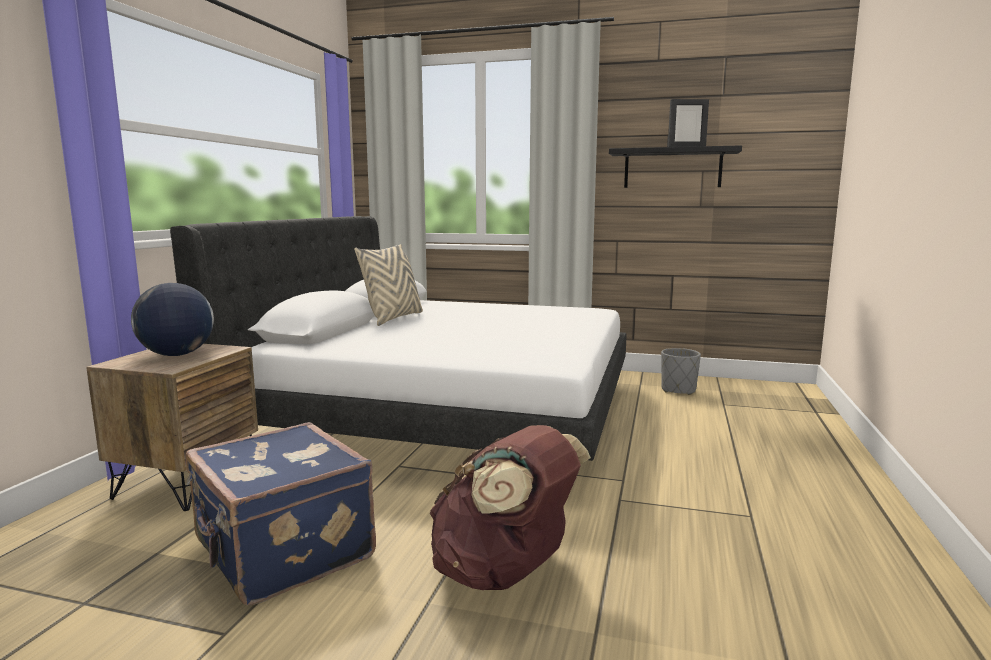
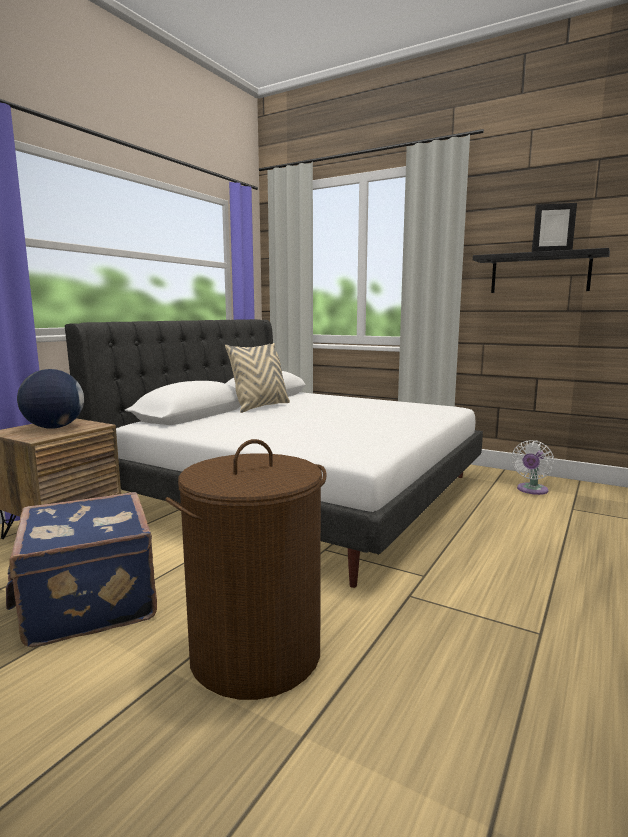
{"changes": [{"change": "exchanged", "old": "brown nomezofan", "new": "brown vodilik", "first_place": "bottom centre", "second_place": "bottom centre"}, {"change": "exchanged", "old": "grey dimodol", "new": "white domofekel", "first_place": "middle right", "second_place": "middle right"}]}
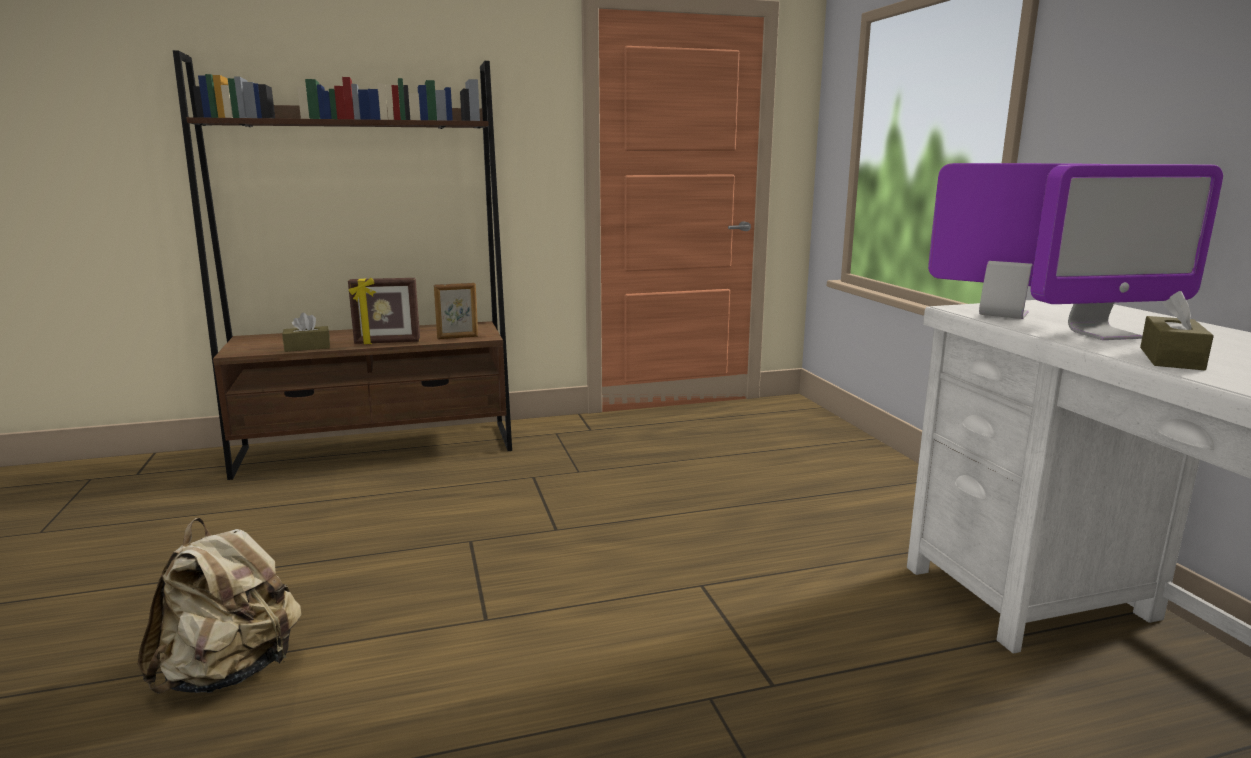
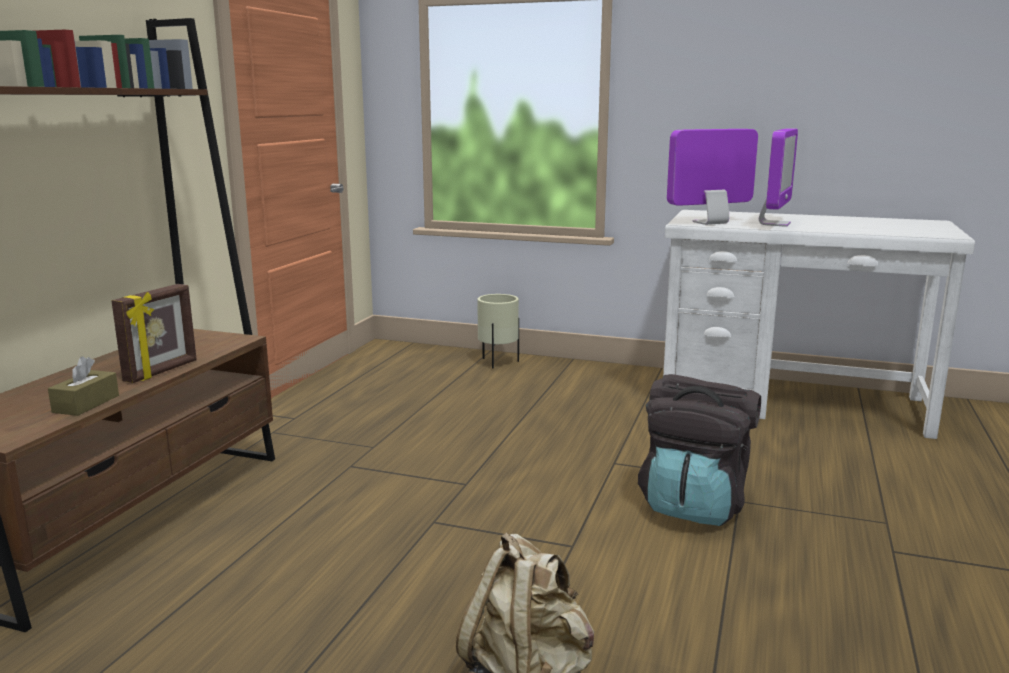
{"changes": [{"change": "missing", "old": "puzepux (no. 2 from left)", "first_place": "centre"}, {"change": "missing", "old": "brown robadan (no. 2 from left)", "first_place": "middle right"}, {"change": "appeared", "new": "beige dimodol", "second_place": "centre"}, {"change": "appeared", "new": "black nomezofan", "second_place": "bottom right"}]}
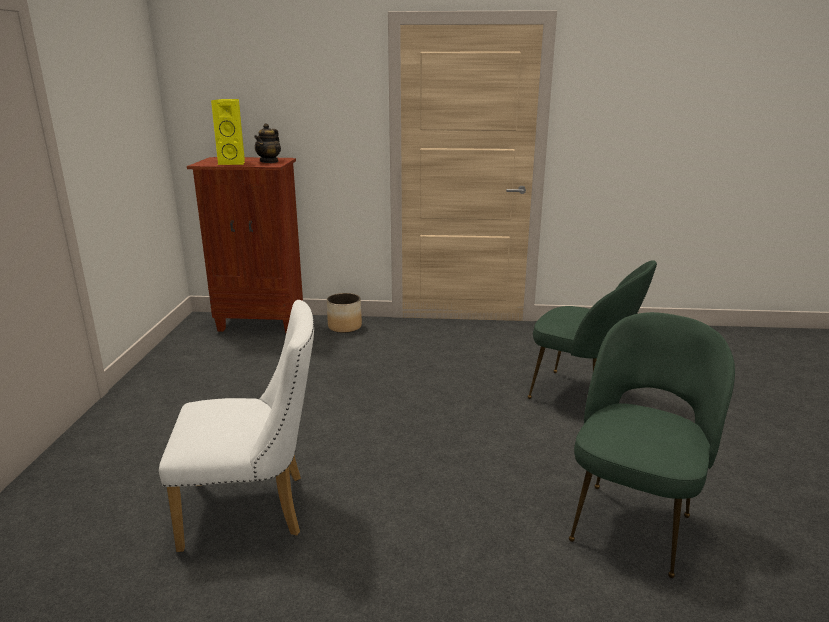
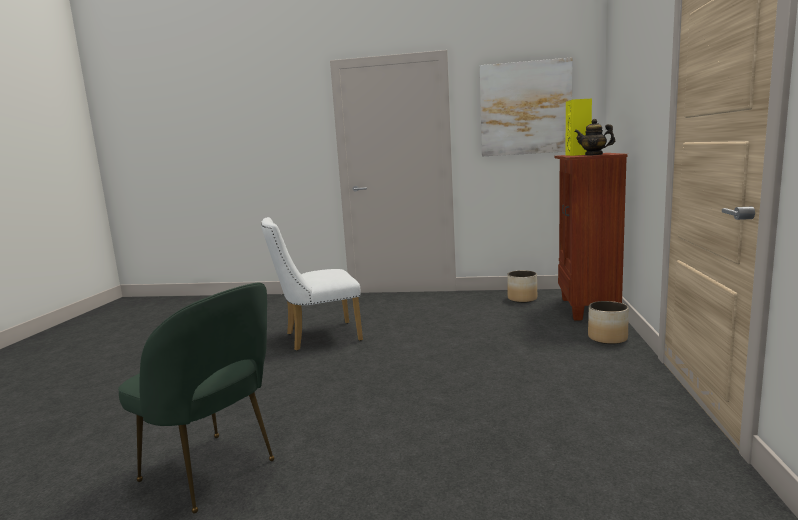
{"changes": [{"change": "spun", "old": "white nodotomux", "first_place": "bottom left", "second_place": "centre", "degrees": 75}, {"change": "missing", "old": "green nodotomux (no. 1 from left)", "first_place": "middle right"}, {"change": "appeared", "new": "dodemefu", "second_place": "top centre"}, {"change": "appeared", "new": "dimodol (no. 1 from left)", "second_place": "centre"}]}
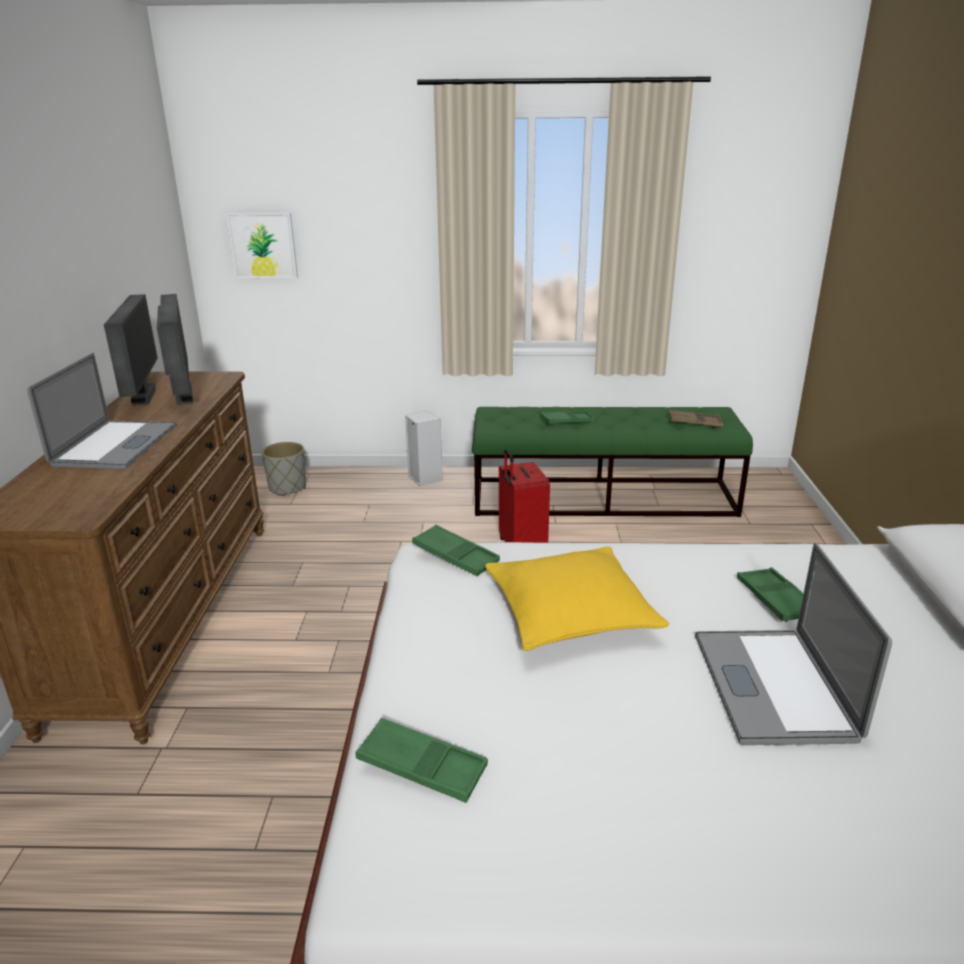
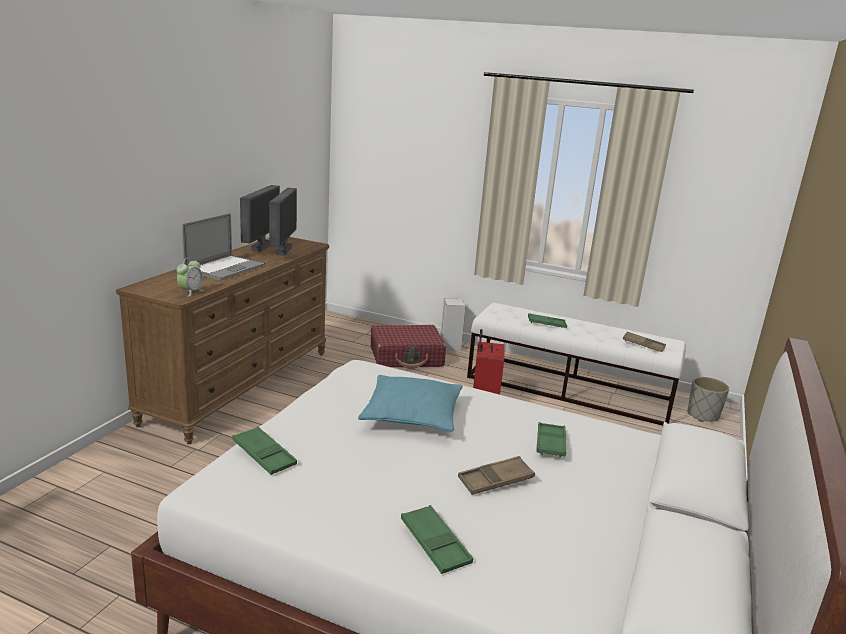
{"changes": [{"change": "missing", "old": "dodemefu", "first_place": "top left"}, {"change": "relocated", "old": "grey dimodol", "first_place": "middle left", "second_place": "middle right"}, {"change": "relocated", "old": "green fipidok (no. 2 from left)", "first_place": "centre", "second_place": "bottom centre"}, {"change": "colour", "old": "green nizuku", "new": "white nizuku", "first_place": "centre", "second_place": "middle right"}, {"change": "colour", "old": "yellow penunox", "new": "turquoise penunox", "first_place": "centre", "second_place": "centre"}, {"change": "exchanged", "old": "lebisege (no. 2 from left)", "new": "brown fipidok (no. 1 from left)", "first_place": "bottom right", "second_place": "bottom centre"}, {"change": "appeared", "new": "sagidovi", "second_place": "middle left"}, {"change": "appeared", "new": "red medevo (no. 1 from left)", "second_place": "centre"}]}
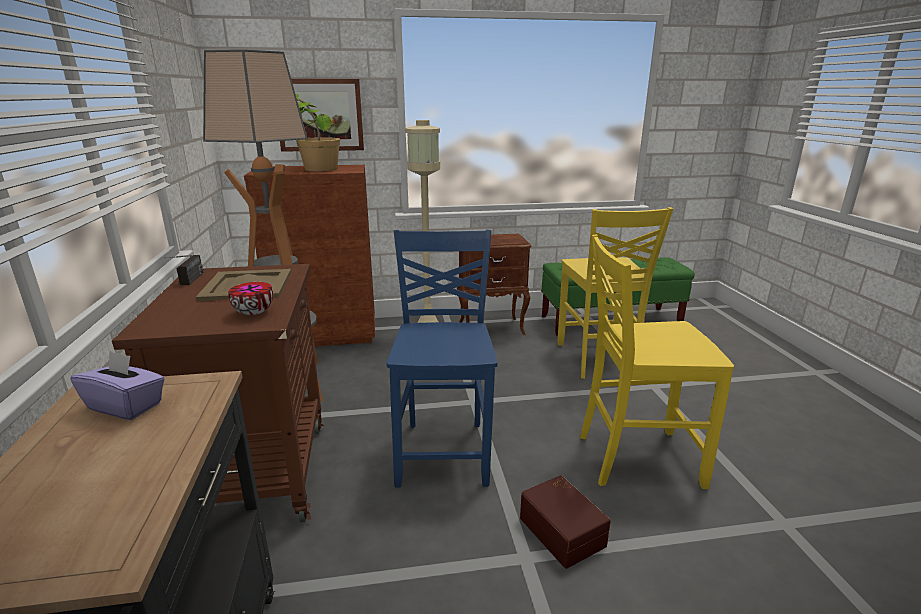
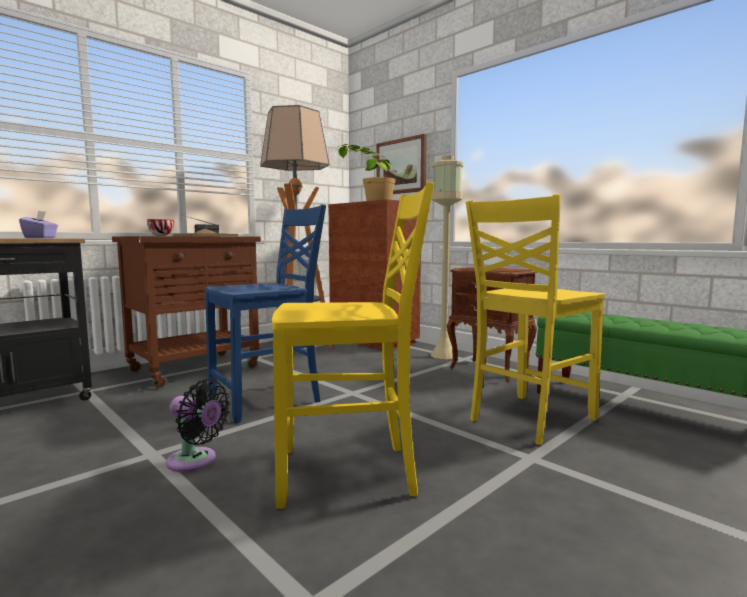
{"changes": [{"change": "exchanged", "old": "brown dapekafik", "new": "black domofekel", "first_place": "bottom centre", "second_place": "bottom left"}, {"change": "spun", "old": "yellow nodotomux (no. 2 from left in the first image)", "first_place": "middle right", "second_place": "centre", "degrees": 120}]}
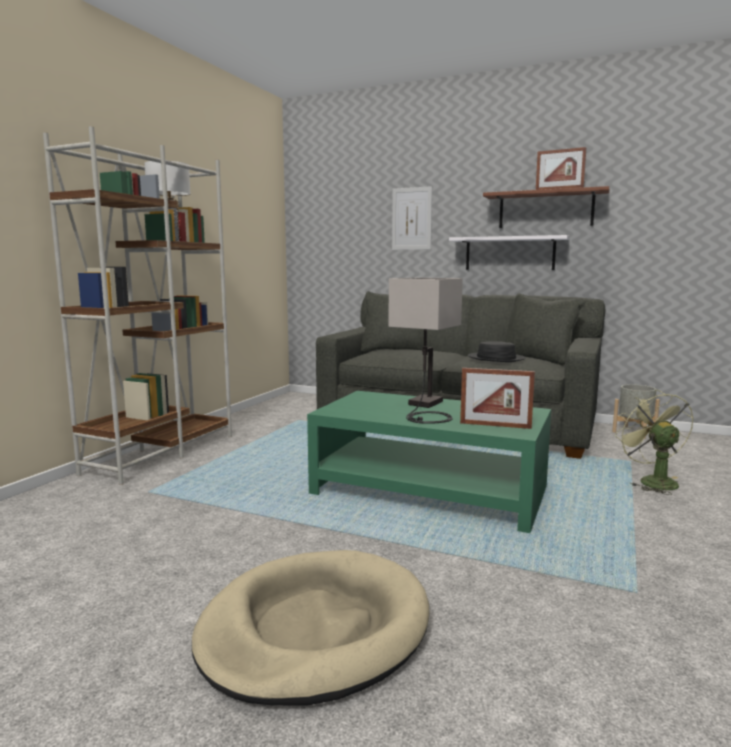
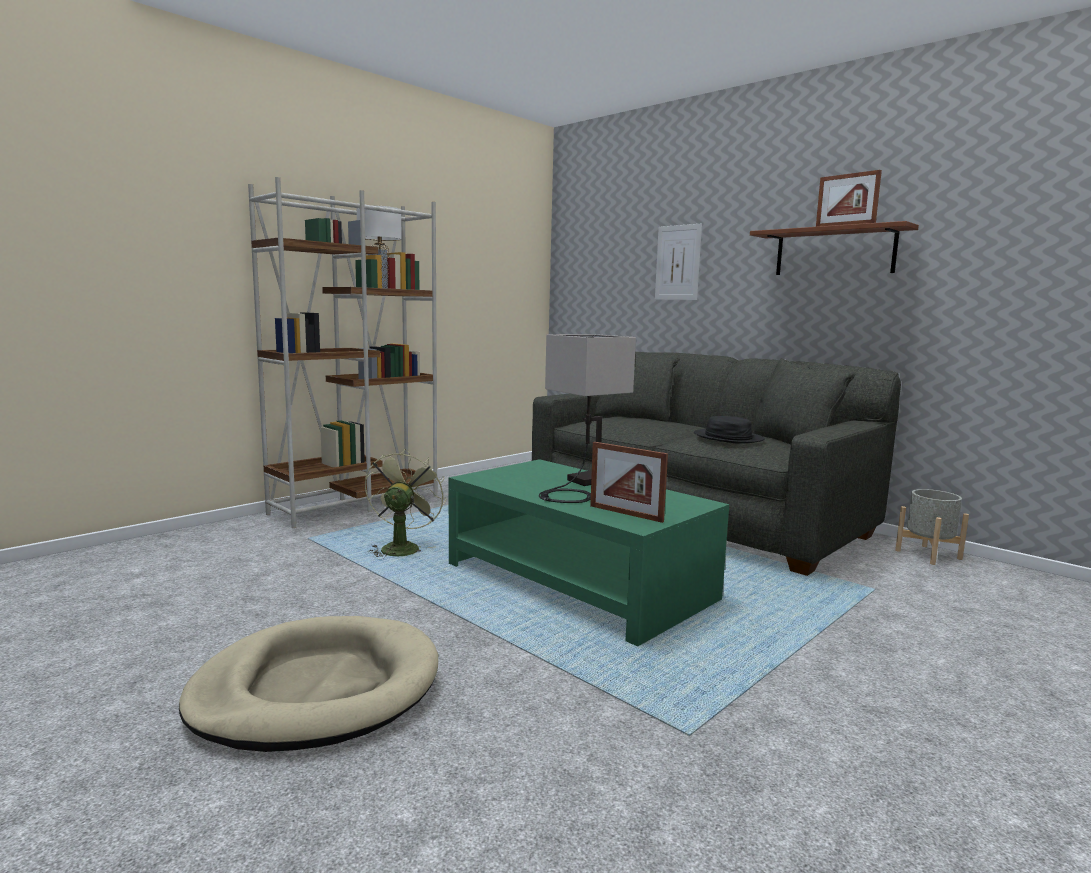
{"changes": [{"change": "missing", "old": "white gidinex", "first_place": "middle right"}, {"change": "relocated", "old": "green domofekel", "first_place": "middle right", "second_place": "centre"}]}
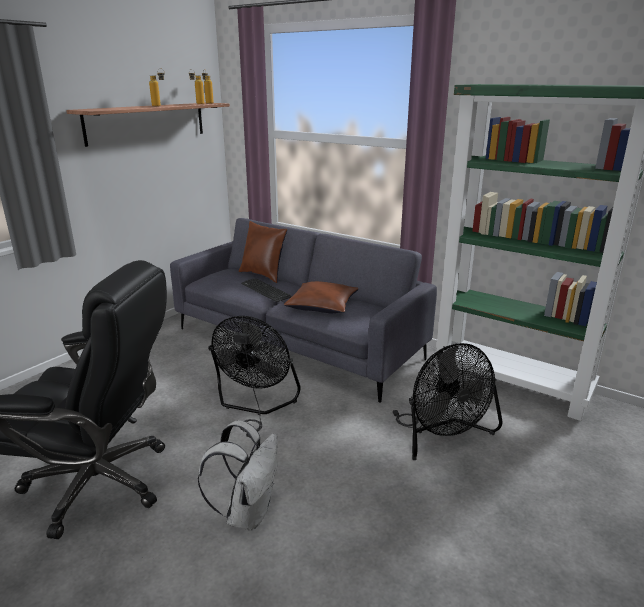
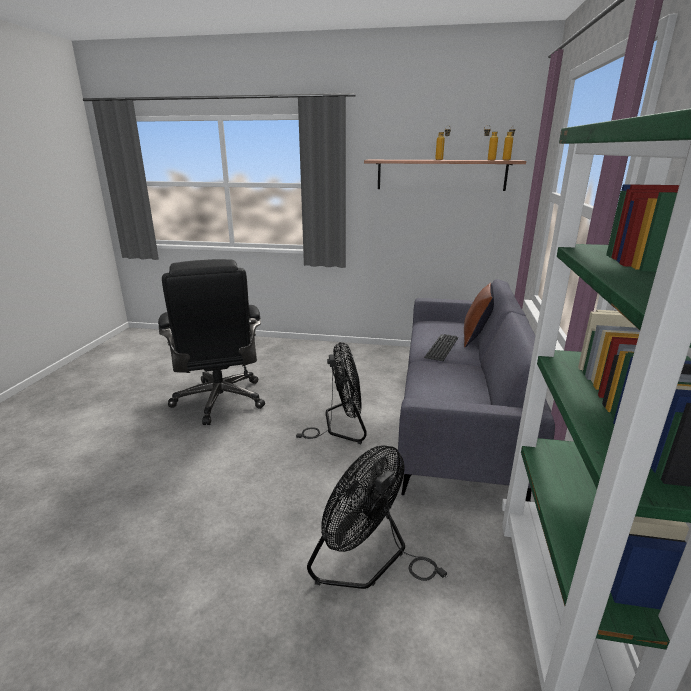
{"changes": [{"change": "missing", "old": "white nomezofan", "first_place": "bottom centre"}, {"change": "missing", "old": "brown penunox (no. 2 from left)", "first_place": "centre"}, {"change": "spun", "old": "black domofekel (no. 2 from left)", "first_place": "middle right", "second_place": "bottom centre", "degrees": 90}]}
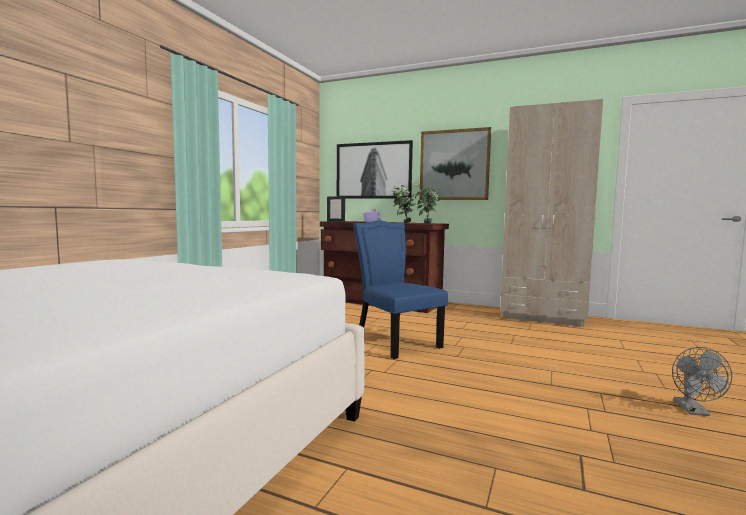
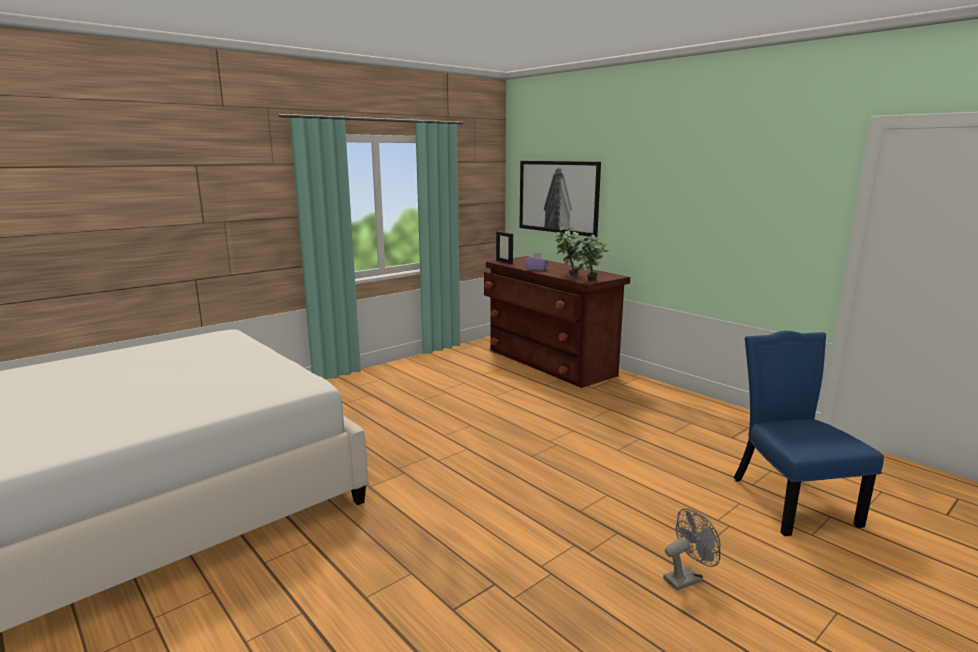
{"changes": [{"change": "relocated", "old": "blue nodotomux", "first_place": "centre", "second_place": "middle right"}, {"change": "missing", "old": "dodemefu (no. 2 from left)", "first_place": "top centre"}, {"change": "missing", "old": "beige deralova", "first_place": "middle right"}, {"change": "spun", "old": "grey domofekel", "first_place": "bottom right", "second_place": "bottom right", "degrees": -150}]}
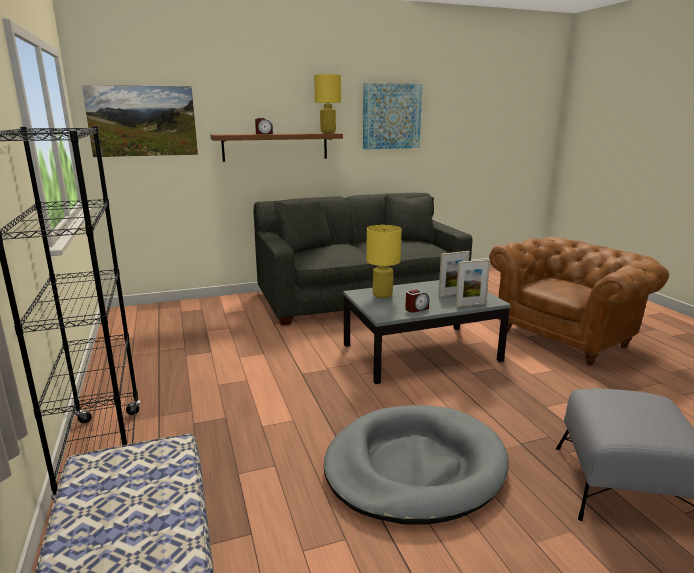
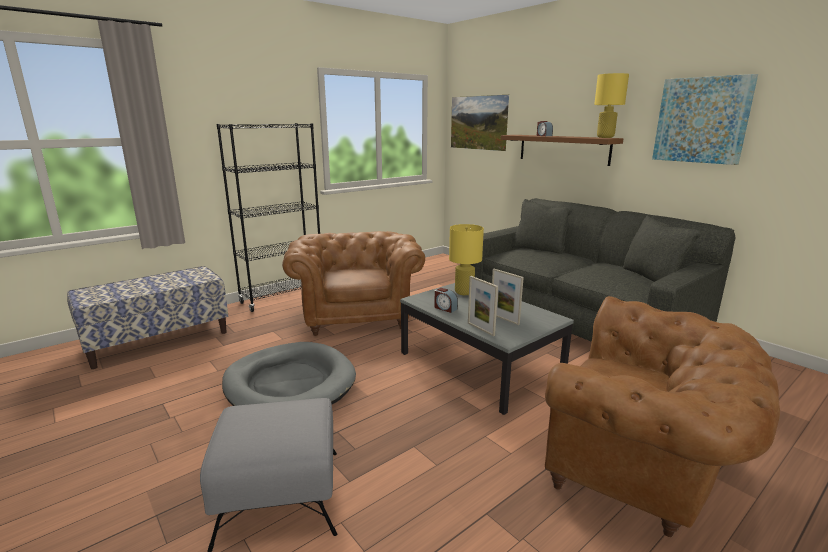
{"changes": [{"change": "appeared", "new": "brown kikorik (no. 1 from left)", "second_place": "centre"}]}
